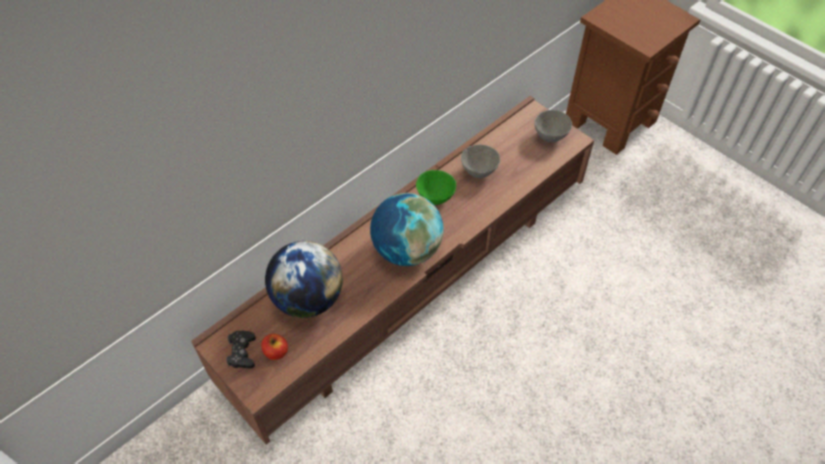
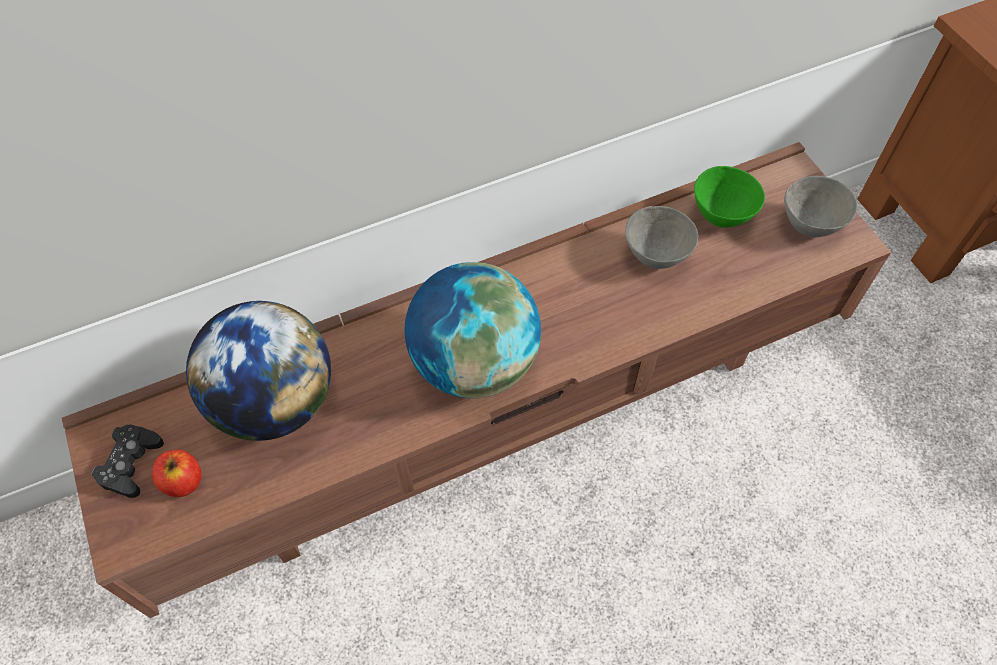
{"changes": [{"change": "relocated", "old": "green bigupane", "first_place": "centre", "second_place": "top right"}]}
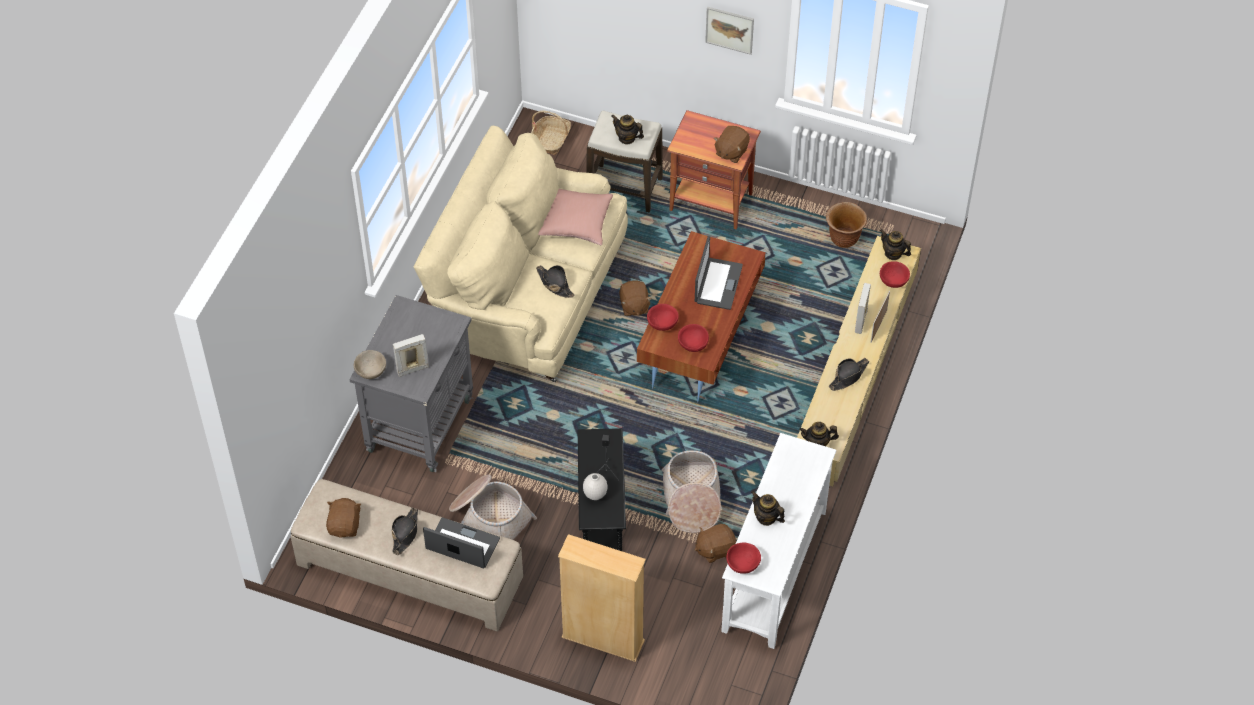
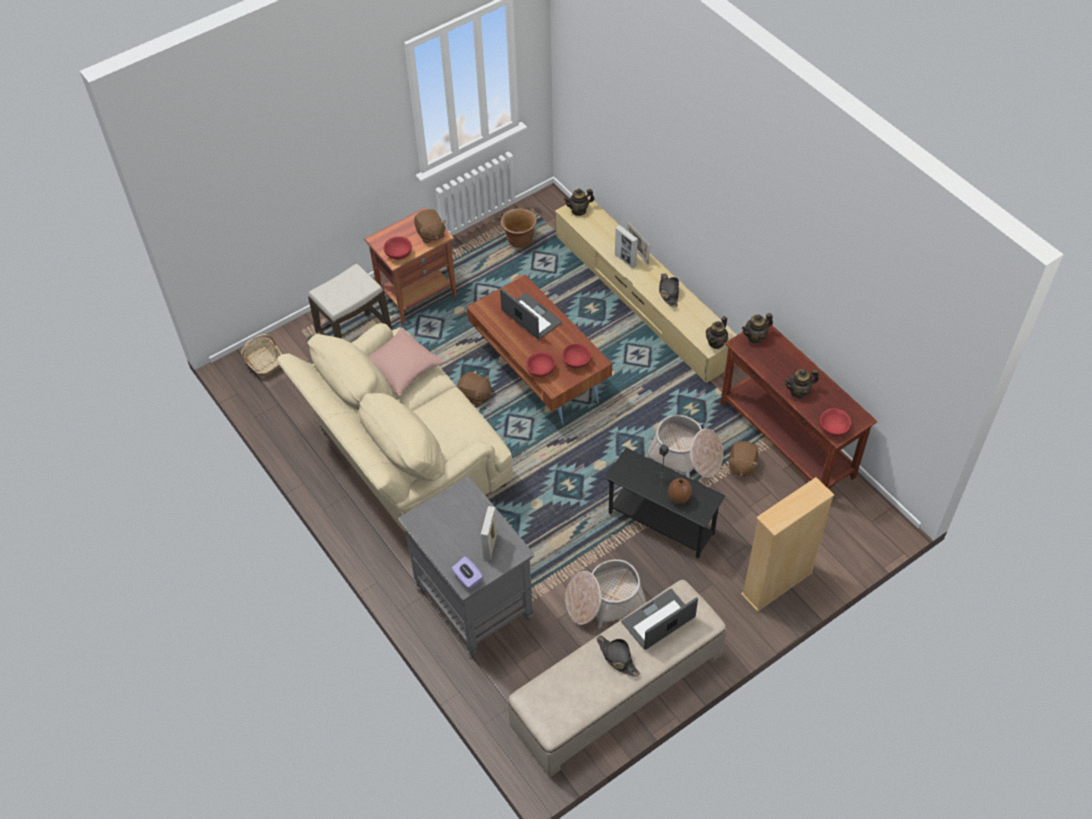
{"changes": [{"change": "missing", "old": "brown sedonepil (no. 1 from left)", "first_place": "bottom left"}, {"change": "exchanged", "old": "beige bigupane", "new": "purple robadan", "first_place": "middle left", "second_place": "bottom centre"}, {"change": "missing", "old": "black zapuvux (no. 2 from left)", "first_place": "centre"}, {"change": "colour", "old": "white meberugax", "new": "brown meberugax", "first_place": "bottom centre", "second_place": "centre"}, {"change": "relocated", "old": "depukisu (no. 1 from left in the first image)", "new": "depukisu (no. 3 from left)", "first_place": "top centre", "second_place": "middle right"}, {"change": "missing", "old": "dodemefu", "first_place": "top centre"}, {"change": "colour", "old": "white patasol", "new": "brown patasol", "first_place": "bottom centre", "second_place": "middle right"}, {"change": "relocated", "old": "red bigupane (no. 4 from left in the first image)", "new": "red bigupane (no. 1 from left)", "first_place": "middle right", "second_place": "top centre"}]}
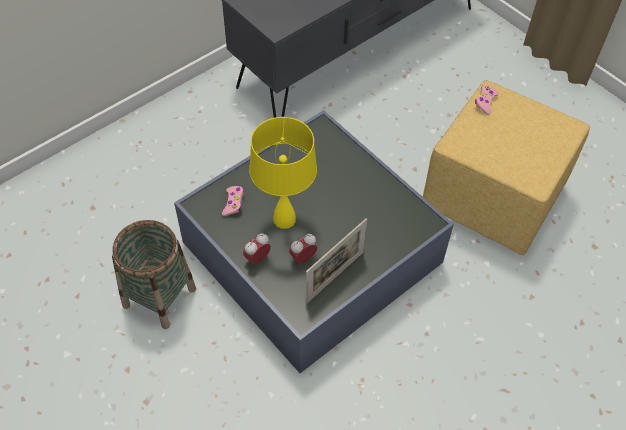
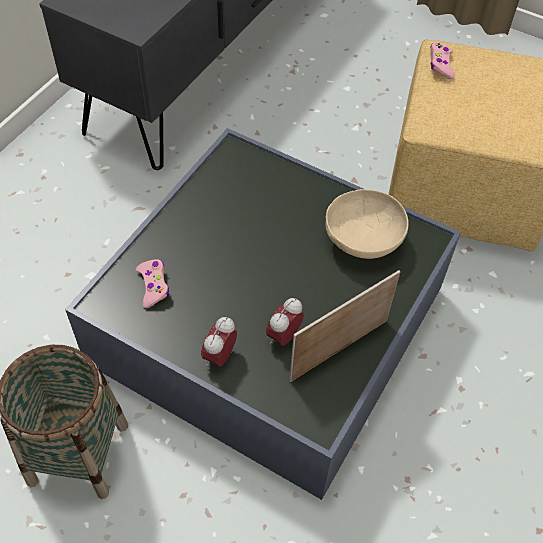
{"changes": [{"change": "missing", "old": "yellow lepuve", "first_place": "centre"}, {"change": "spun", "old": "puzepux", "first_place": "centre", "second_place": "centre", "degrees": -150}, {"change": "appeared", "new": "beige bigupane", "second_place": "middle right"}]}
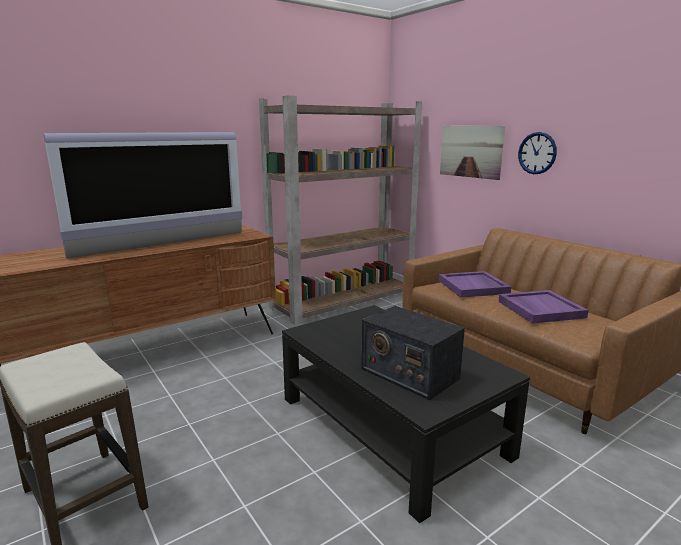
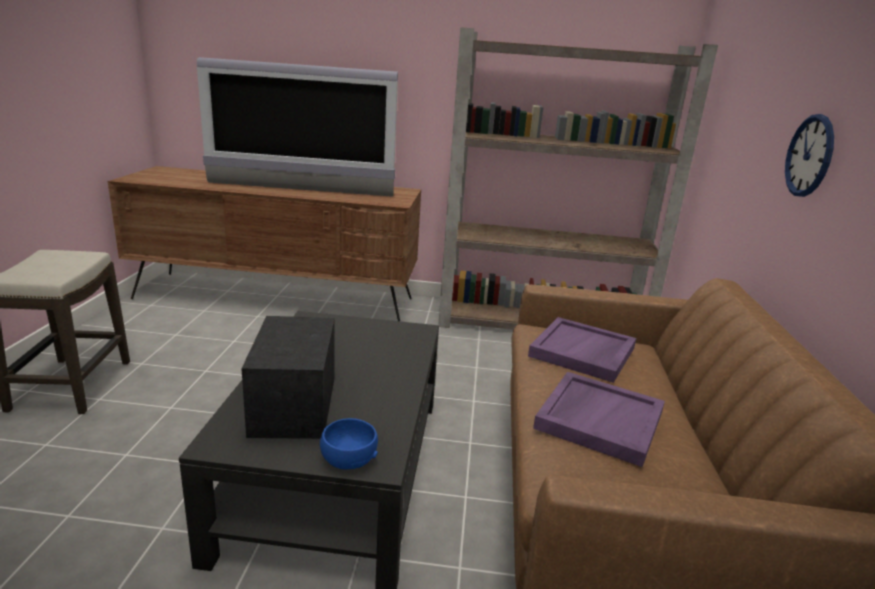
{"changes": [{"change": "missing", "old": "dodemefu", "first_place": "top right"}, {"change": "appeared", "new": "blue bigupane", "second_place": "bottom centre"}]}
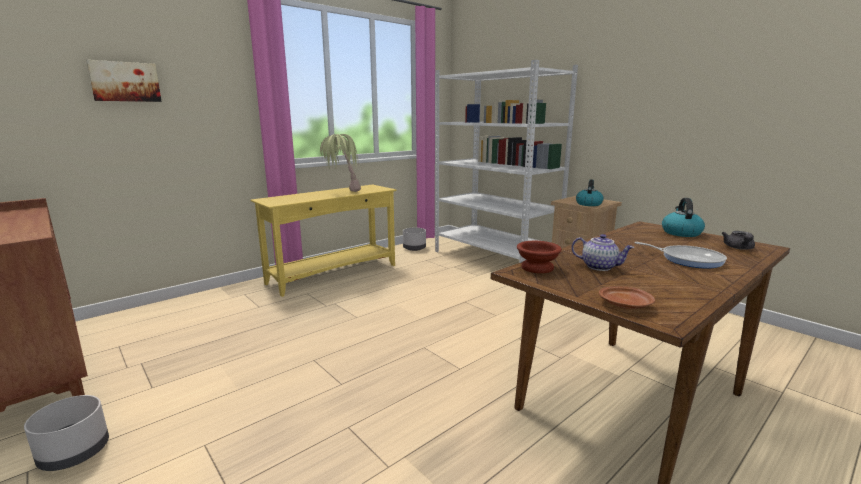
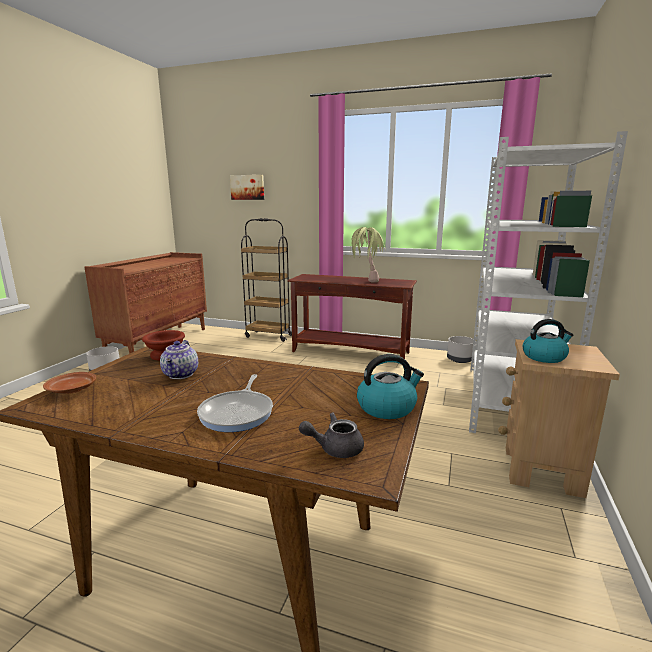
{"changes": [{"change": "colour", "old": "yellow patasol", "new": "brown patasol", "first_place": "centre", "second_place": "centre"}, {"change": "appeared", "new": "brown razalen", "second_place": "centre"}]}
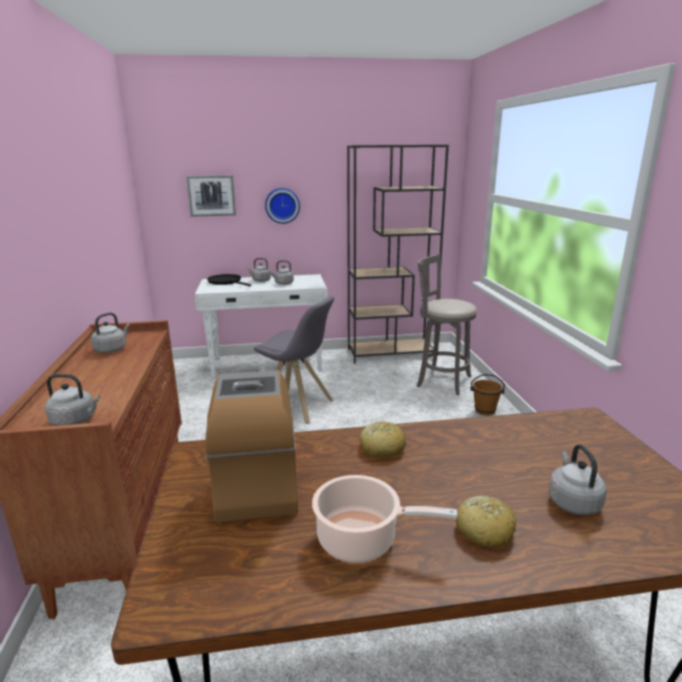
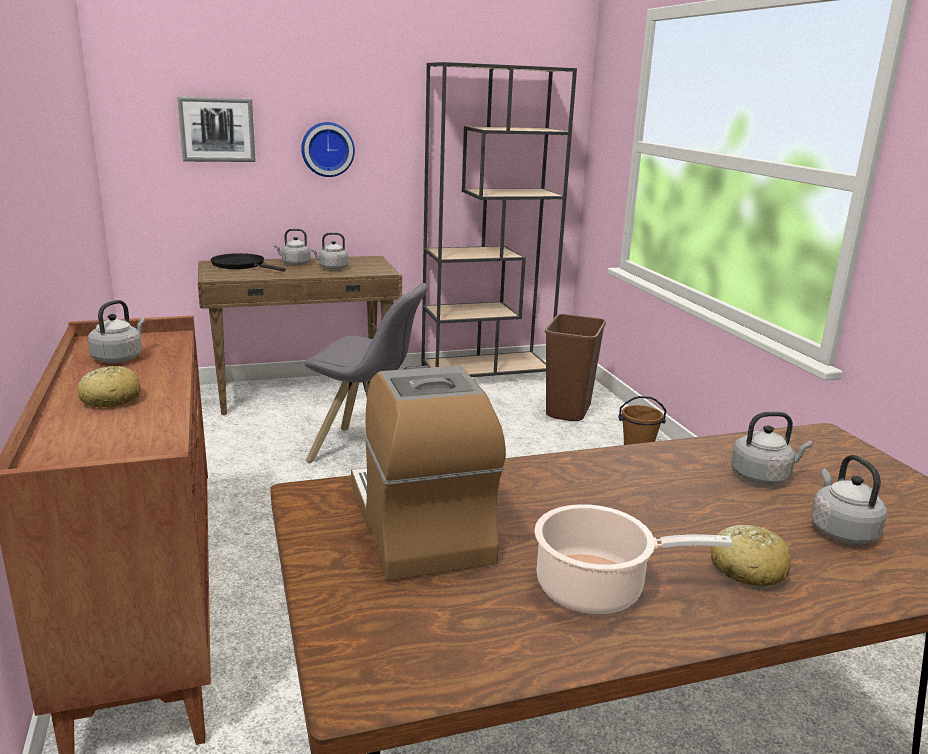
{"changes": [{"change": "relocated", "old": "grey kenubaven (no. 1 from left in the first image)", "new": "grey kenubaven (no. 4 from left)", "first_place": "middle left", "second_place": "middle right"}, {"change": "colour", "old": "white patasol", "new": "brown patasol", "first_place": "centre", "second_place": "middle left"}, {"change": "relocated", "old": "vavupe (no. 1 from left)", "first_place": "centre", "second_place": "middle left"}, {"change": "exchanged", "old": "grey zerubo", "new": "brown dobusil", "first_place": "centre", "second_place": "centre"}]}
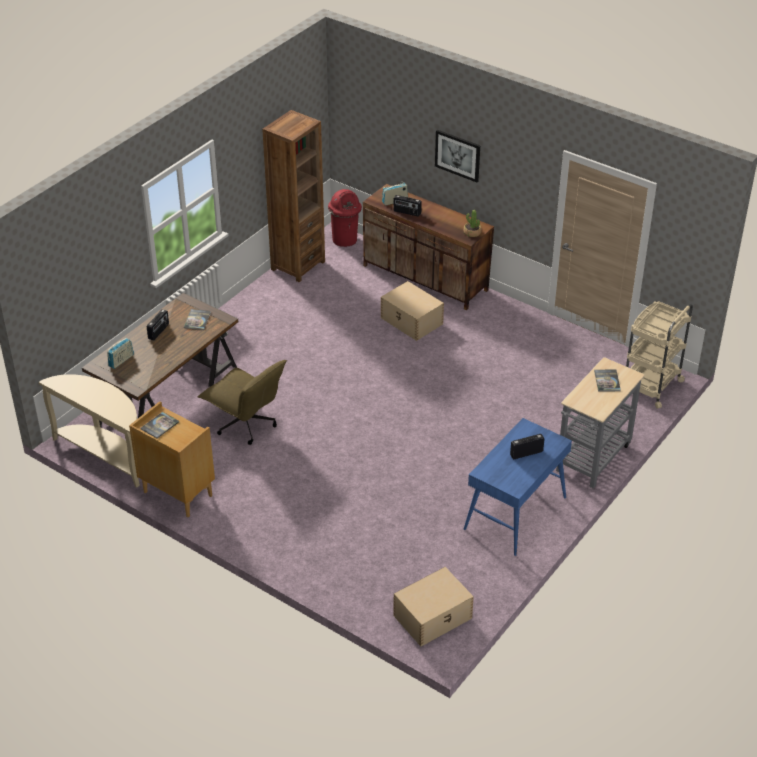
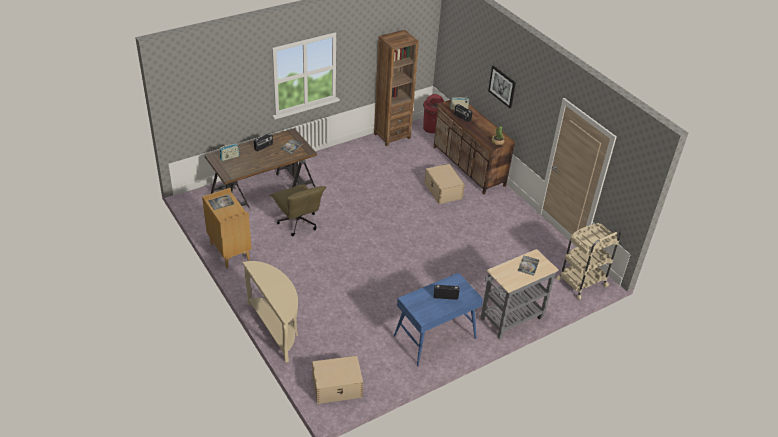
{"changes": [{"change": "relocated", "old": "beige patasol", "first_place": "middle left", "second_place": "bottom centre"}]}
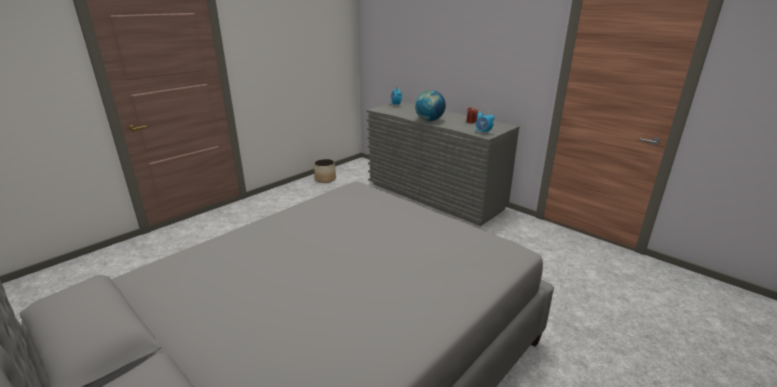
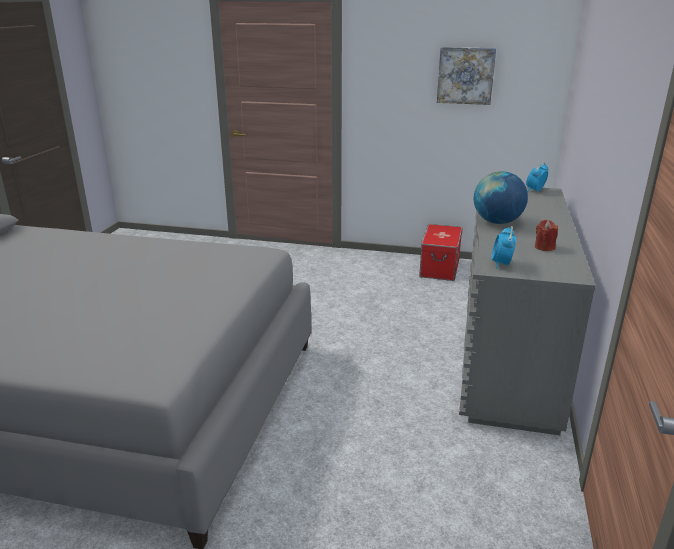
{"changes": [{"change": "exchanged", "old": "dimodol", "new": "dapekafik", "first_place": "centre", "second_place": "centre"}, {"change": "appeared", "new": "dodemefu", "second_place": "top right"}]}
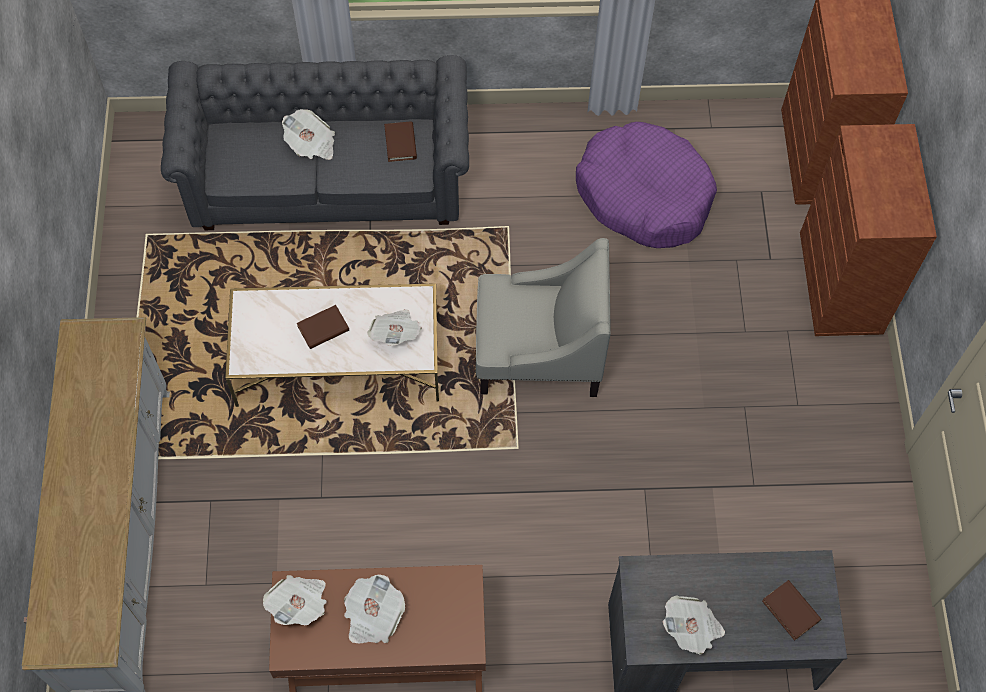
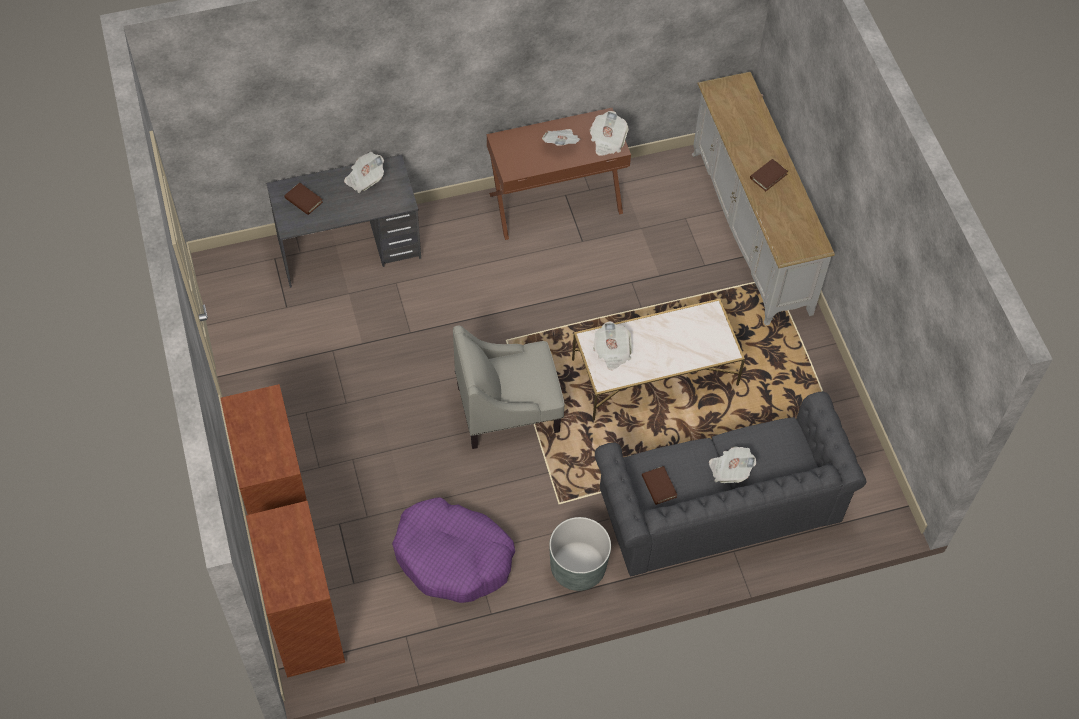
{"changes": [{"change": "relocated", "old": "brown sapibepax (no. 1 from left in the first image)", "new": "brown sapibepax (no. 3 from left)", "first_place": "middle left", "second_place": "top right"}, {"change": "appeared", "new": "grey dimodol", "second_place": "bottom centre"}]}
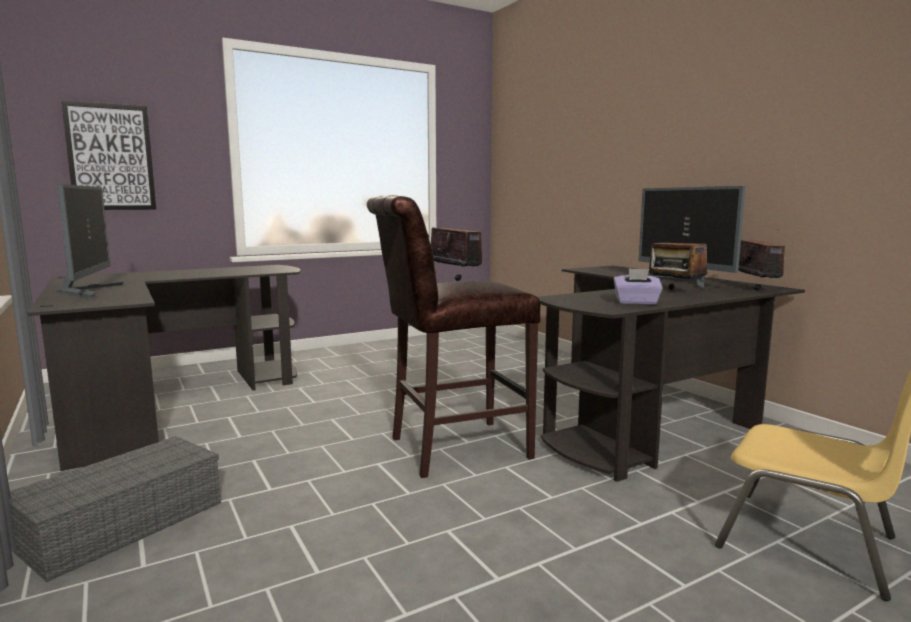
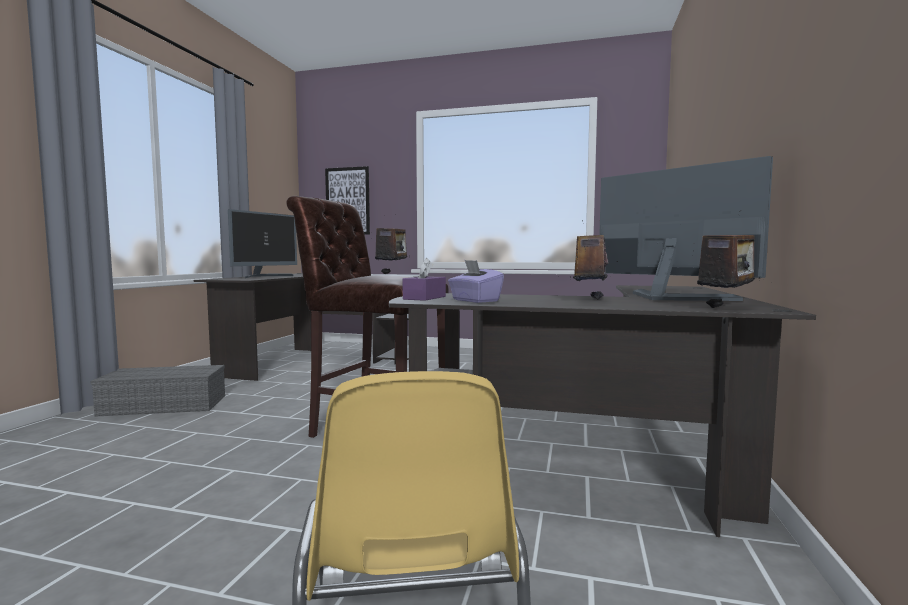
{"changes": [{"change": "spun", "old": "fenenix (no. 2 from left)", "first_place": "middle right", "second_place": "middle right", "degrees": 120}, {"change": "appeared", "new": "purple robadan (no. 1 from left)", "second_place": "centre"}]}
